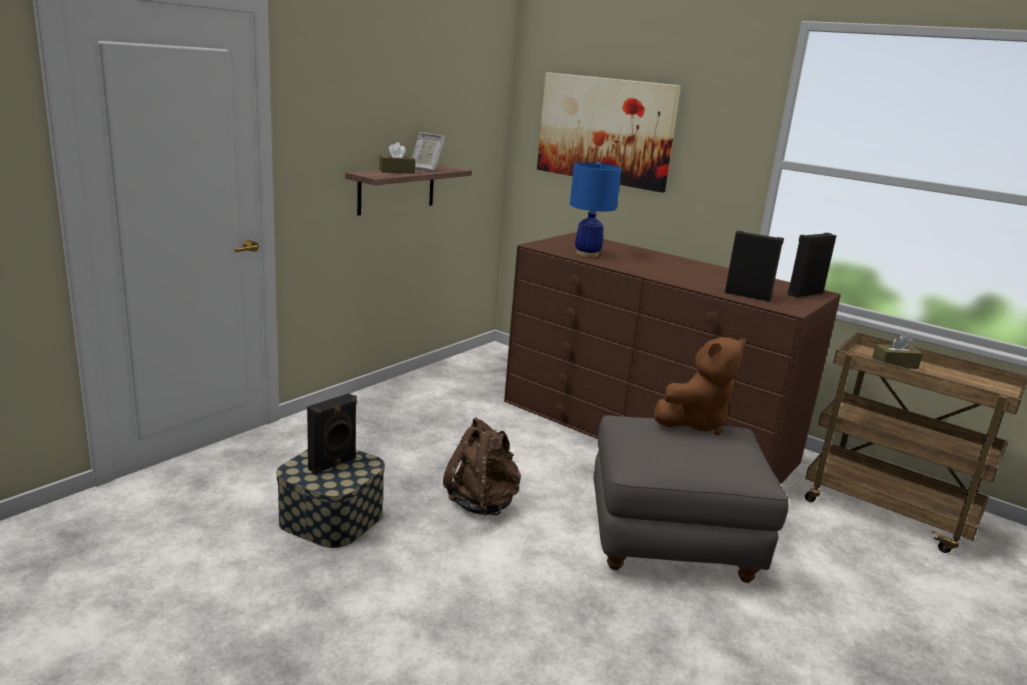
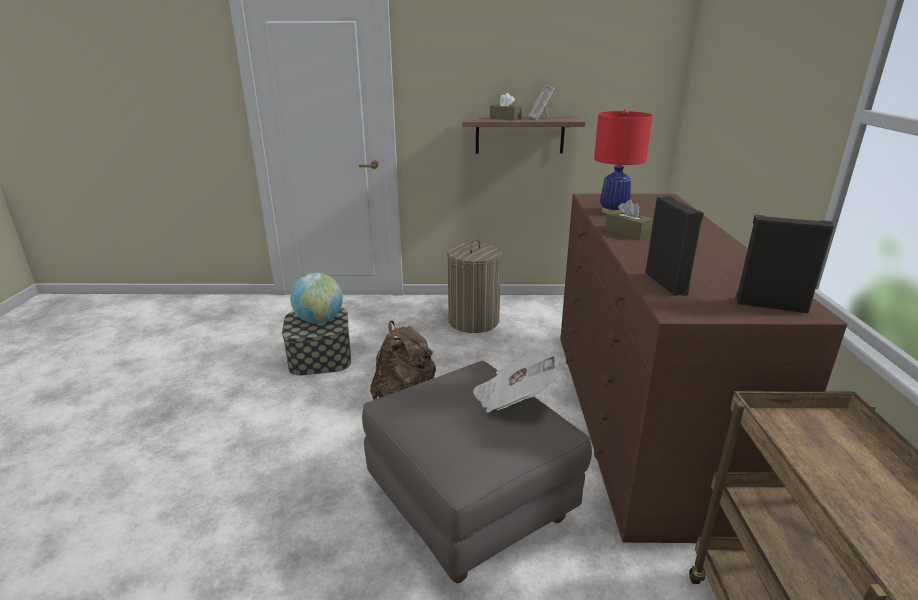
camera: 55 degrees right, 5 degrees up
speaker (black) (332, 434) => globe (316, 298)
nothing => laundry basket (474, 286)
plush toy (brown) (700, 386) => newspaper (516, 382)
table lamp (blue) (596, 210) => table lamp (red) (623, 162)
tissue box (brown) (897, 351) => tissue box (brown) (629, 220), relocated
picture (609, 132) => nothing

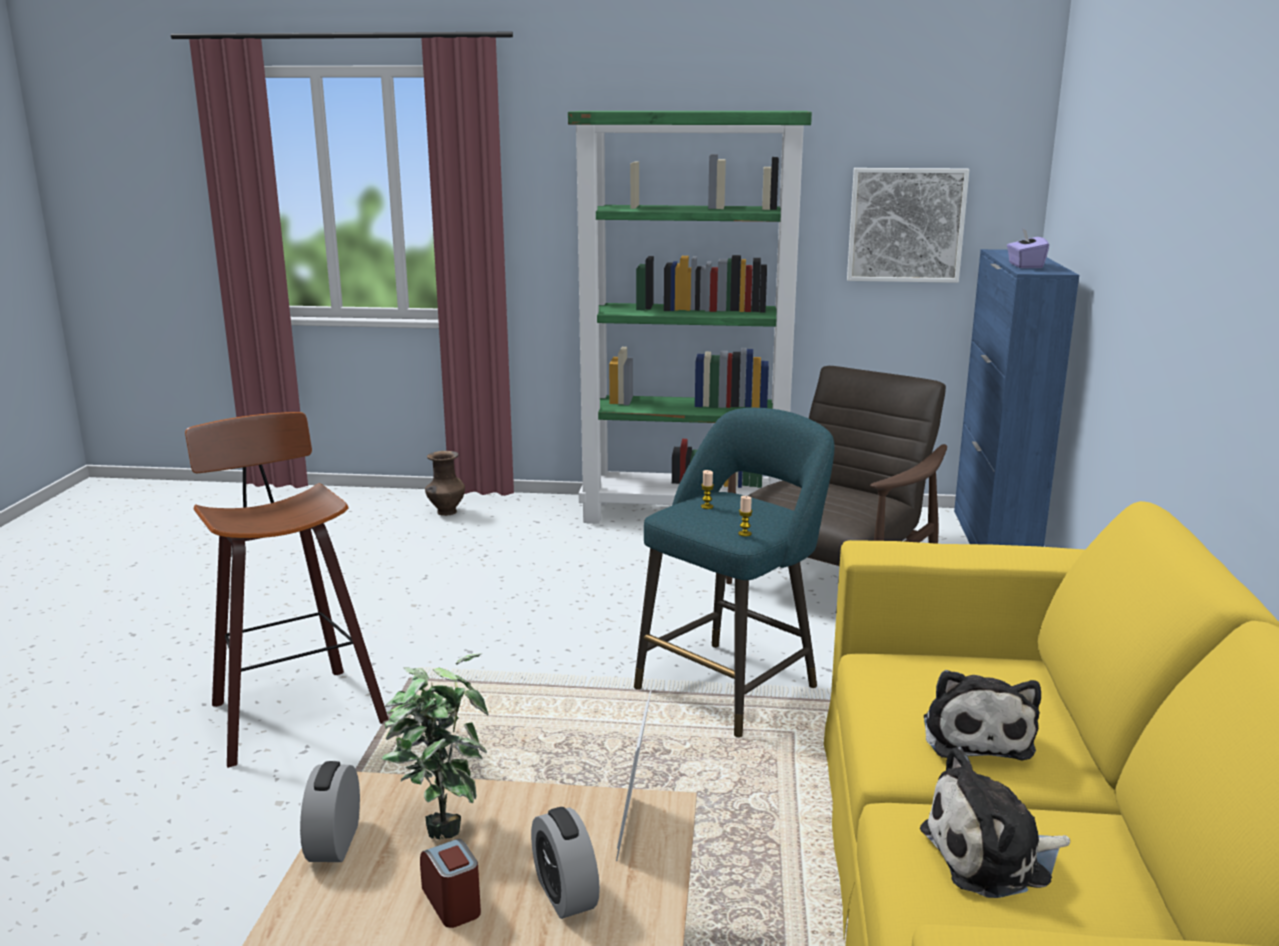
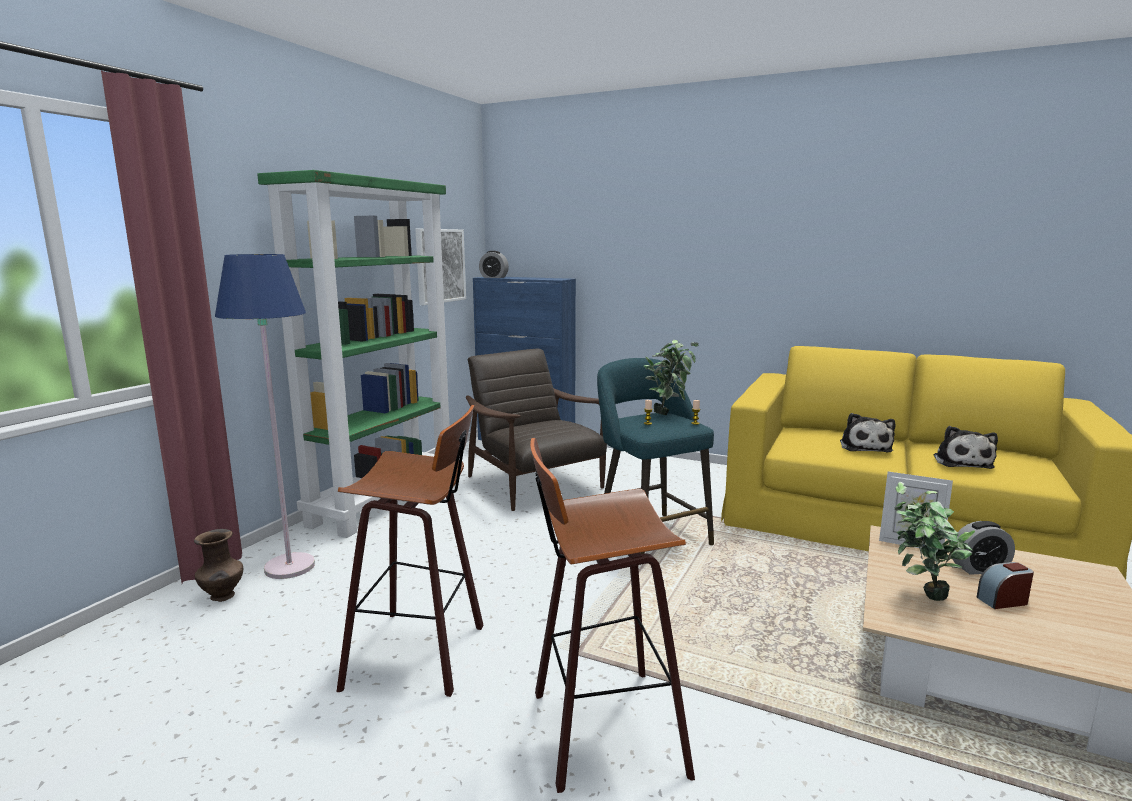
camera: 70 degrees left, 5 degrees down
nothing => floor lamp (blue) (265, 416)
nothing => stool (410, 551)
alarm clock (330, 811) => alarm clock (494, 264), relocated
nothing => potted plant (671, 377)
plush toy (982, 715) => plush toy (867, 433), 75 degrees clockwise
tissue box (purple) (1028, 248) => nothing

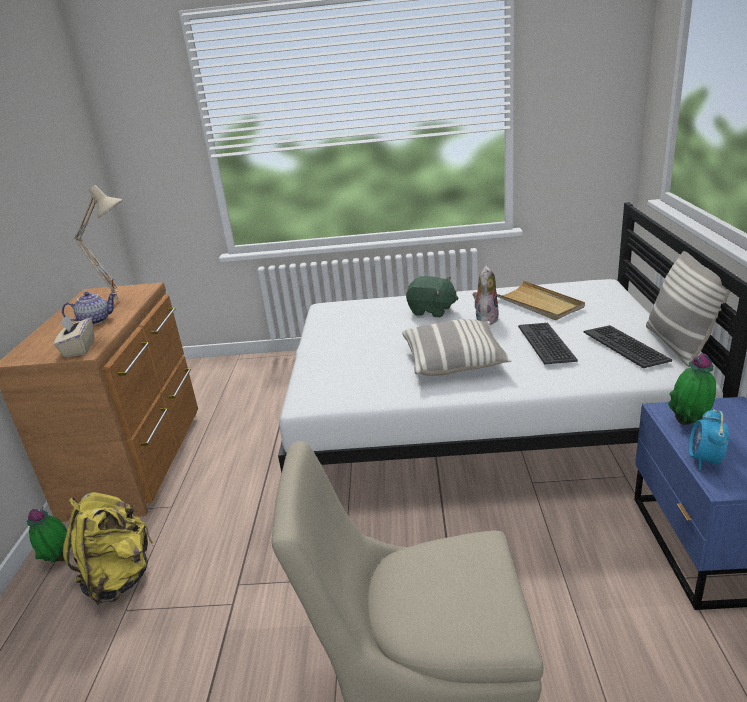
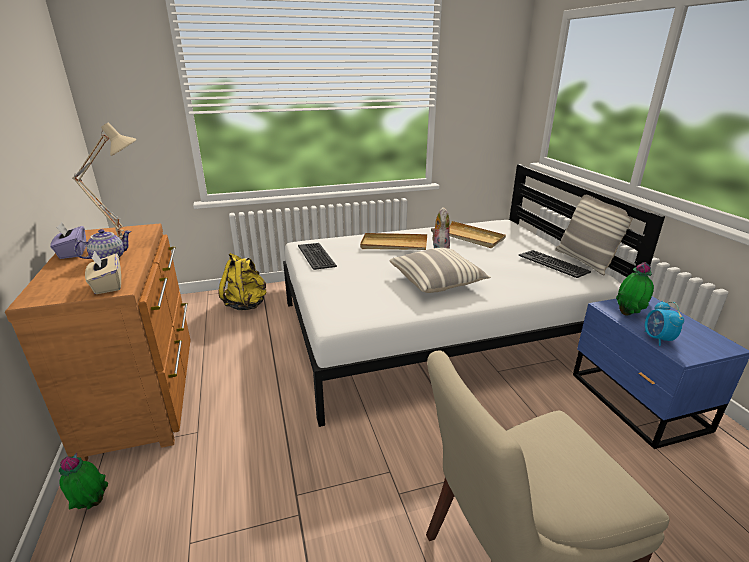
camera: 20 degrees left, 0 degrees up
nothing => tissue box (purple) (68, 240)
backpack (yellow) (108, 548) => backpack (yellow) (242, 281), relocated
keyboard (548, 343) => keyboard (317, 256), relocated
plush toy (green) (432, 296) => tray (beige) (393, 241)

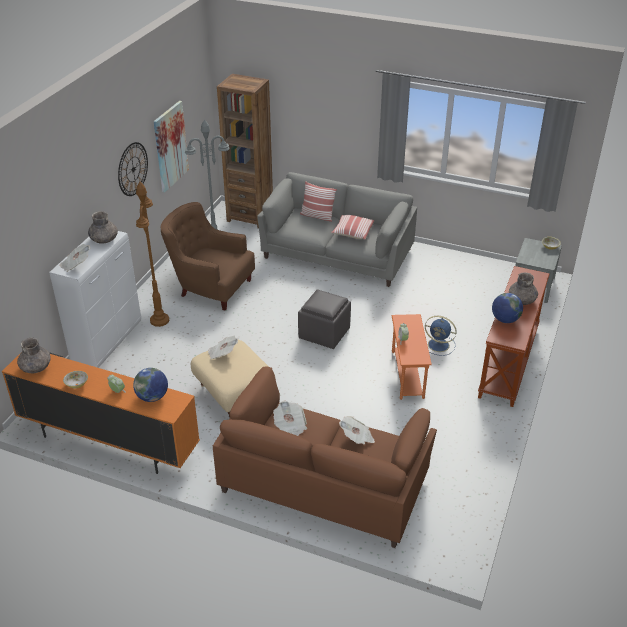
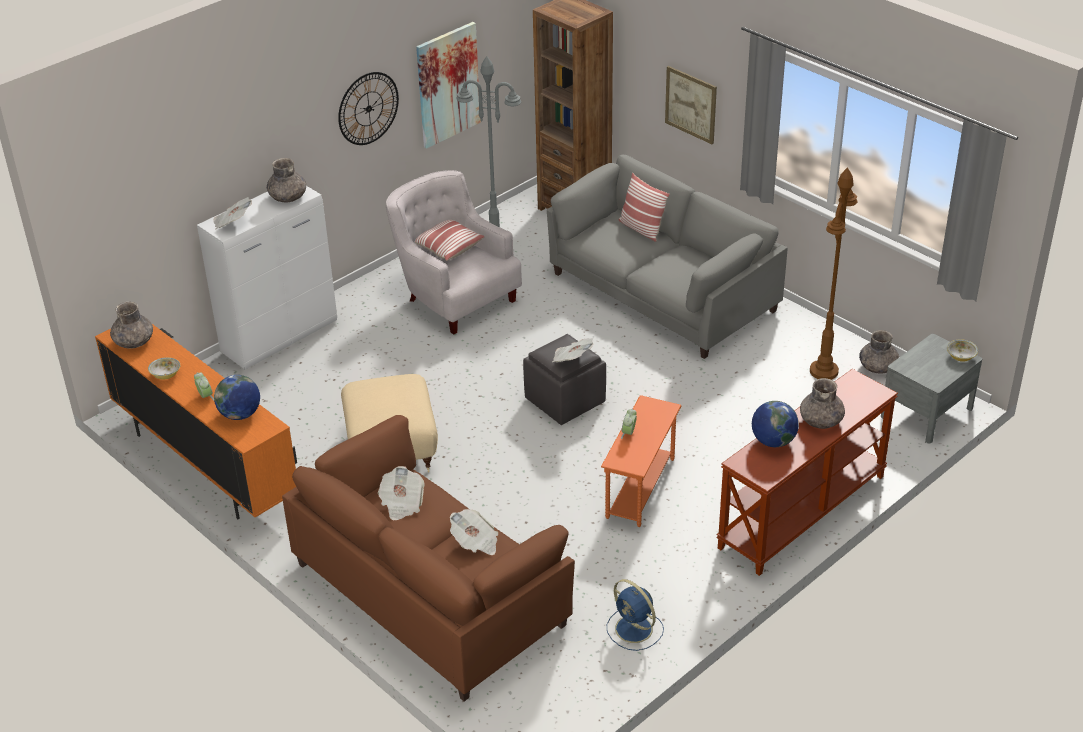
camera: 25 degrees right, 0 degrees up
armchair (brown) (208, 256) => armchair (white) (454, 252)
pillow (352, 227) => pillow (449, 240), relocated
newspaper (223, 348) => newspaper (572, 350), relocated
fan (blue) (441, 336) => fan (blue) (635, 615), relocated
nothing => picture (691, 105)
floor lamp (brown) (152, 254) => floor lamp (brown) (833, 273), relocated
nothing => vase (grey) (879, 352)

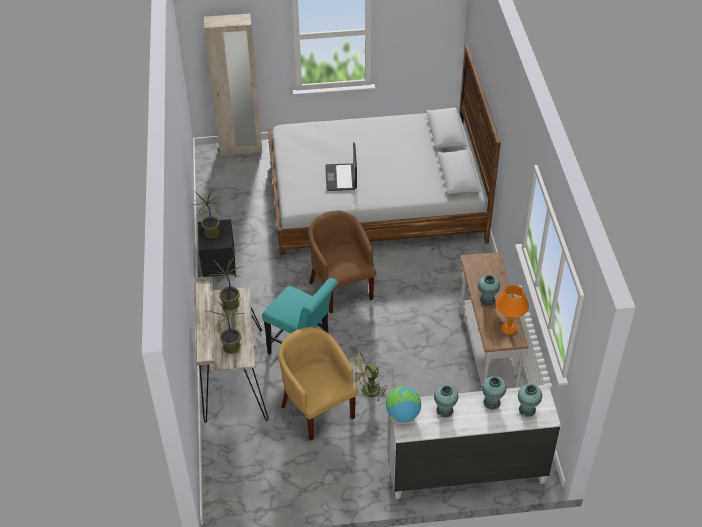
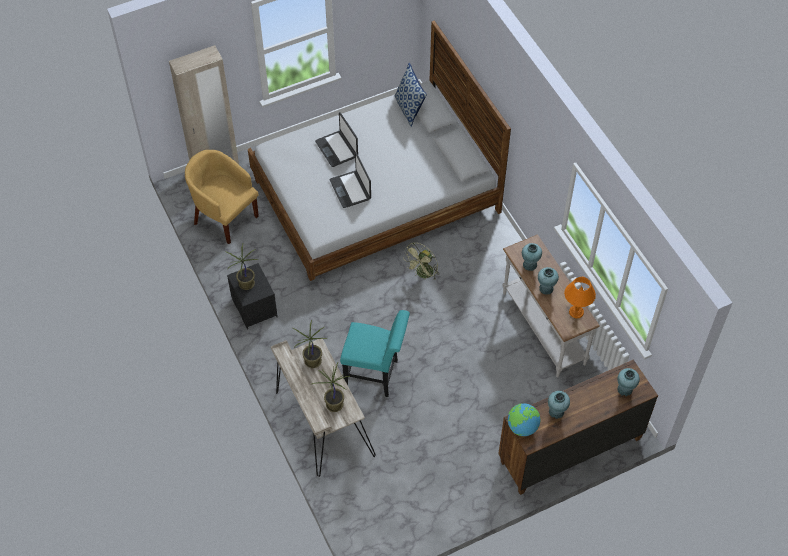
camera: 20 degrees left, 10 degrees up
armchair (yellow) (318, 384) => armchair (yellow) (222, 197), relocated
nothing => laptop (336, 139)
nothing => pillow (411, 95)
fan (green) (368, 377) => fan (green) (421, 261), relocated
dresser (white) (474, 442) => dresser (brown) (578, 427)
vase (turquoise) (494, 393) => vase (turquoise) (532, 257), relocated
armchair (brown) (342, 262) => nothing

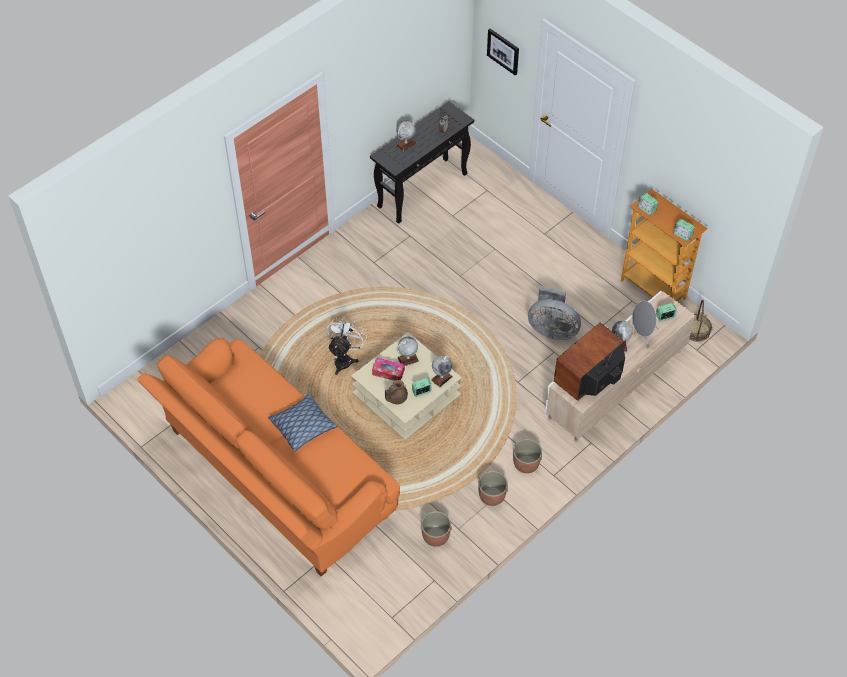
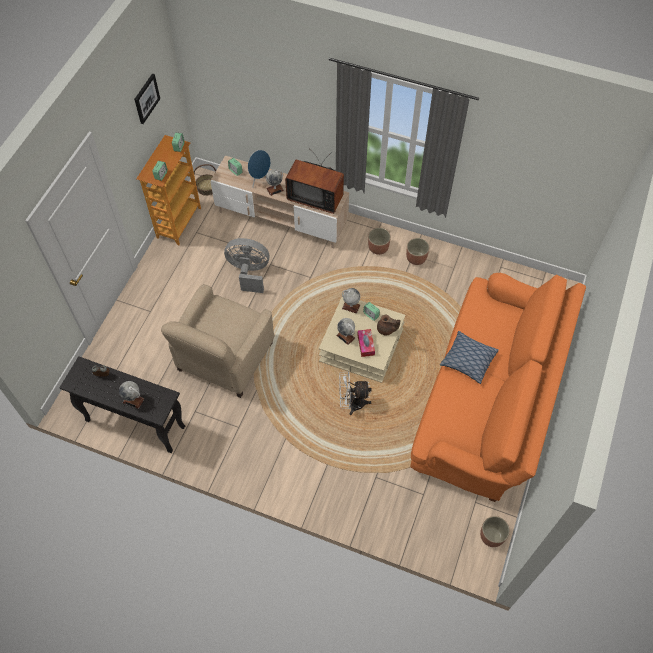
camera: 115 degrees left, 5 degrees up
picture (503, 52) => picture (147, 98), relocated
nothing => armchair (beige) (217, 341)
fan (grey) (554, 313) => fan (grey) (246, 265), 75 degrees counterclockwise
speaker (grey) (645, 324) => speaker (blue) (259, 169)
planter (436, 529) => planter (495, 531), relocated

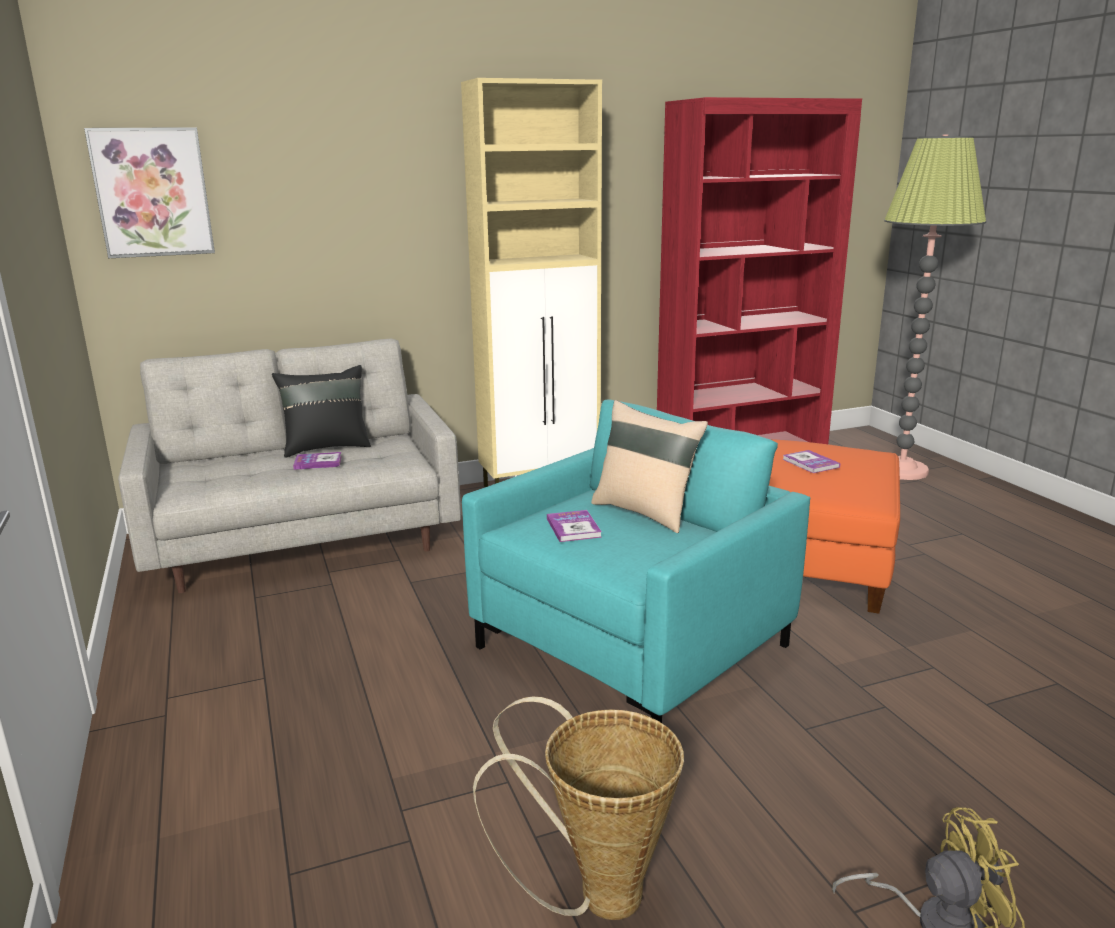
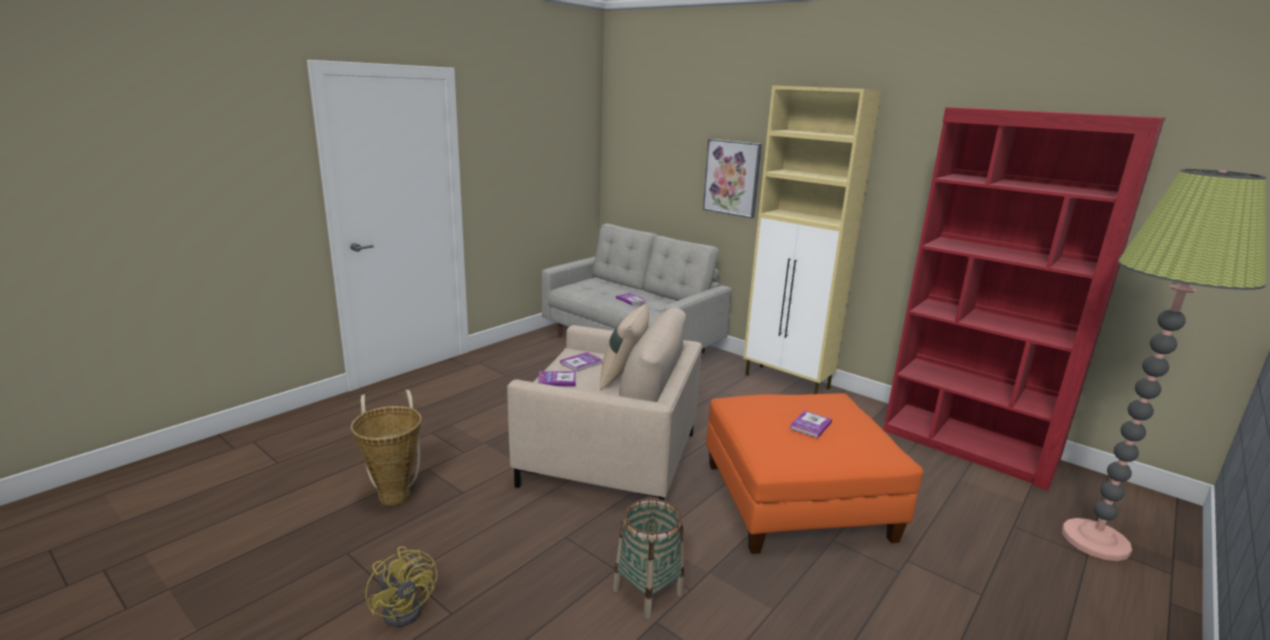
camera: 60 degrees right, 0 degrees up
armchair (turquoise) (636, 561) => armchair (beige) (604, 404)
nothing => book (557, 378)
nothing => basket (648, 558)
picture (149, 192) => picture (732, 178), relocated
pillow (black) (321, 411) => nothing

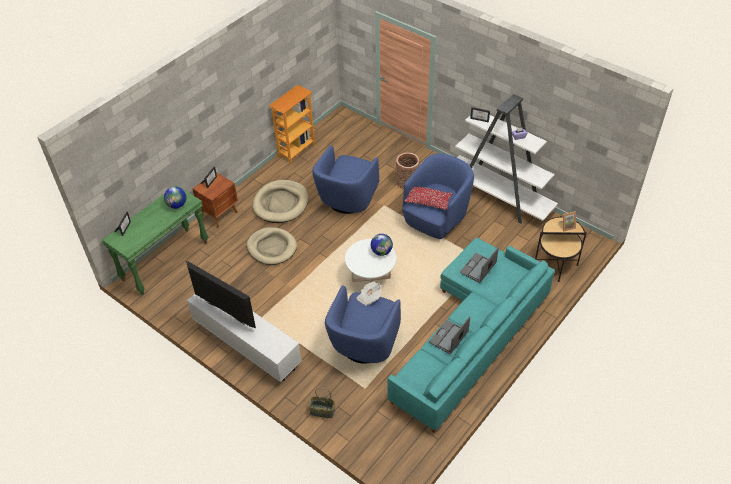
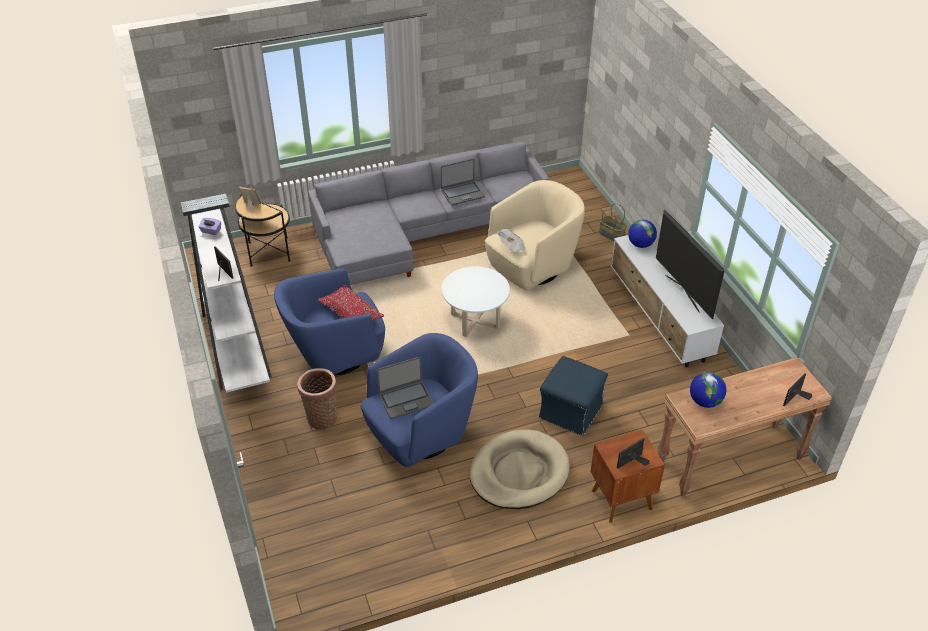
camera: 150 degrees left, 5 degrees down
sofa (turquoise) (471, 335) => sofa (grey) (428, 213)
laptop (479, 265) => laptop (405, 388), relocated
armchair (blue) (363, 324) => armchair (beige) (535, 235)
dog bed (beige) (272, 246) => ottoman (blue) (573, 396)
globe (382, 245) => globe (642, 234), relocated
console table (green) (155, 240) => console table (brown) (744, 427)
bookcase (292, 124) => nothing

